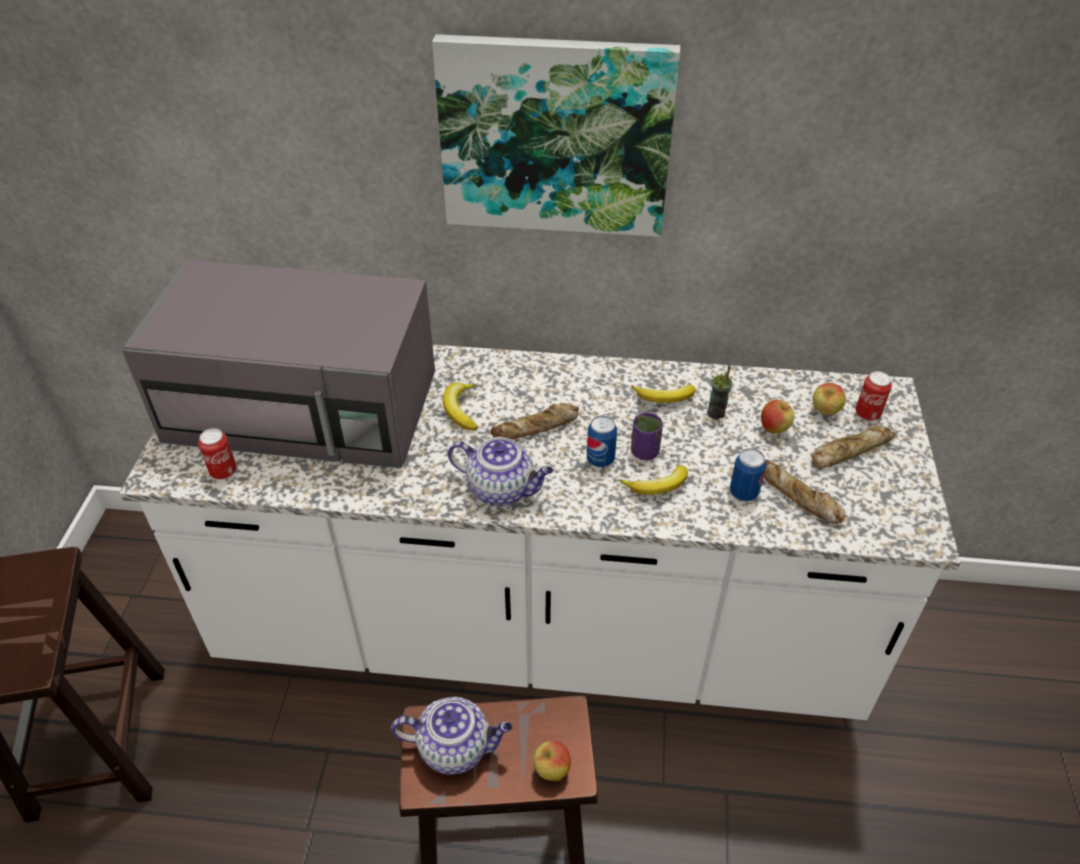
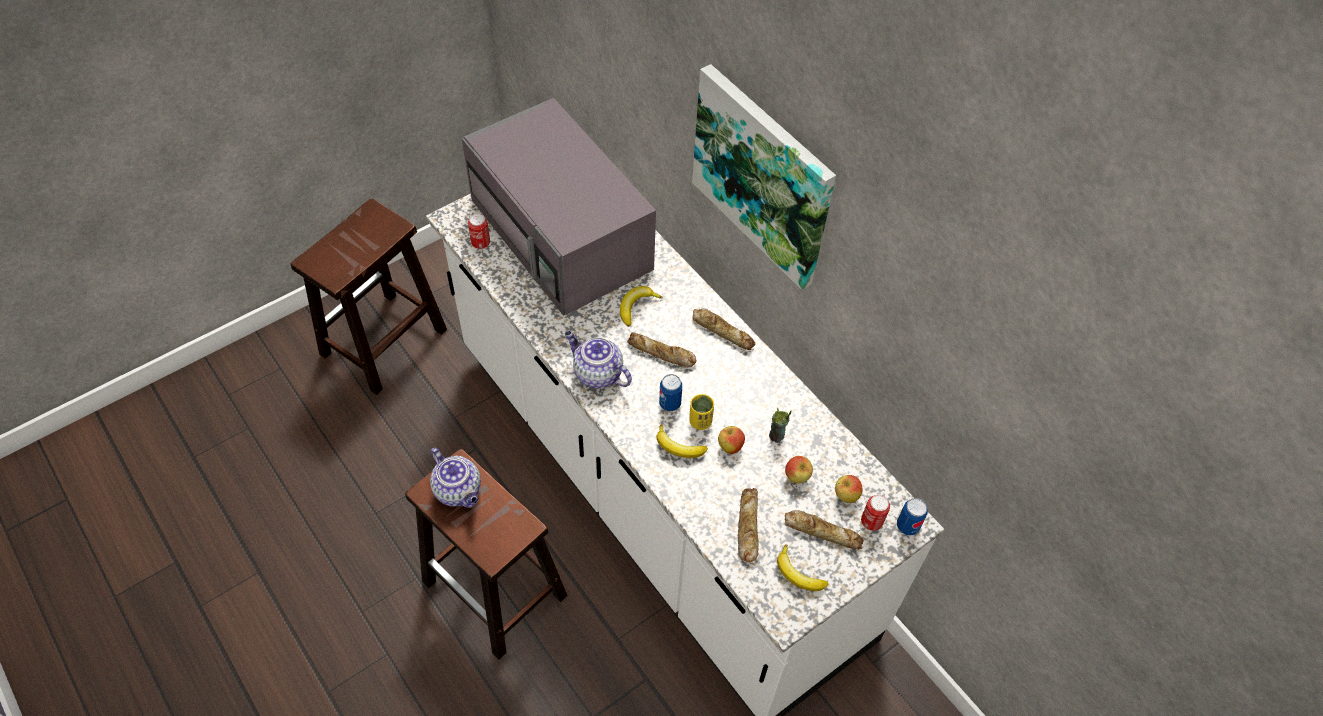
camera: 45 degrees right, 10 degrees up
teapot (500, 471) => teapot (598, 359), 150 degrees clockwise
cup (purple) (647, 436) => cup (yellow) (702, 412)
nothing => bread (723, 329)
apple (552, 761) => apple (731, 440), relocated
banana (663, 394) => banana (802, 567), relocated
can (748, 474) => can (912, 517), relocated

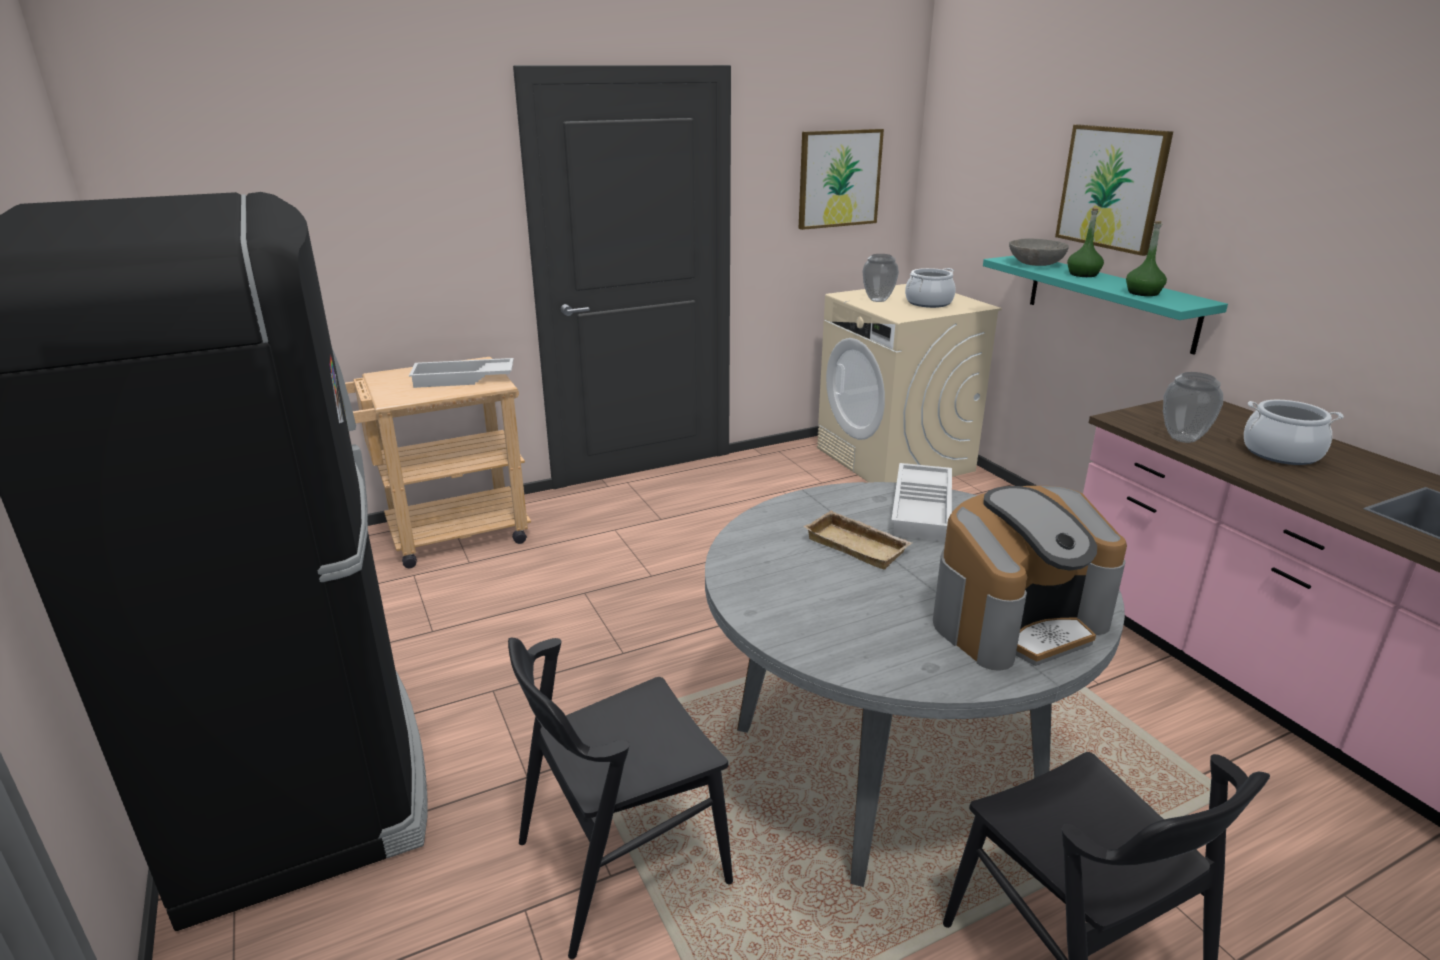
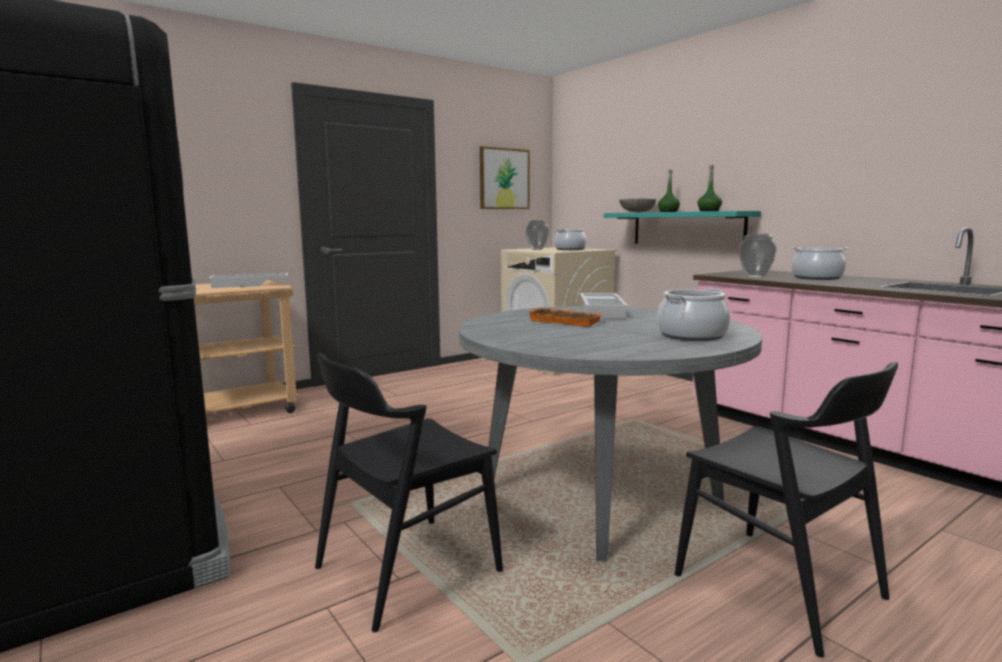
camera: 10 degrees left, 15 degrees down
tray (beige) (857, 540) => tray (orange) (566, 317)
coffee machine (1030, 578) => cooking pot (693, 314)
picture (1114, 190) => nothing

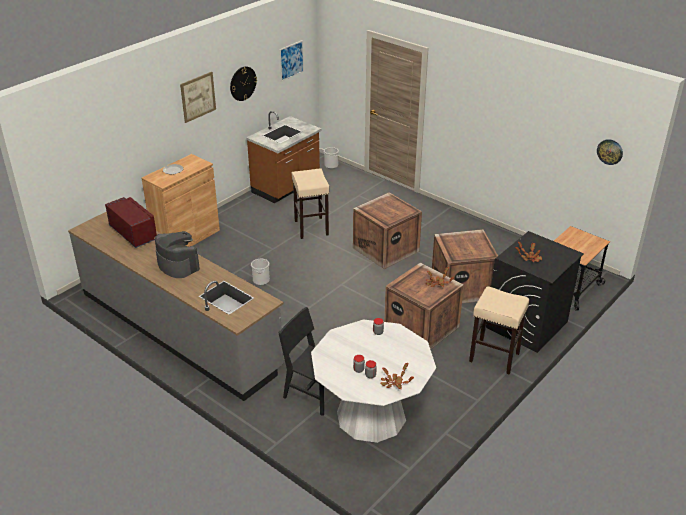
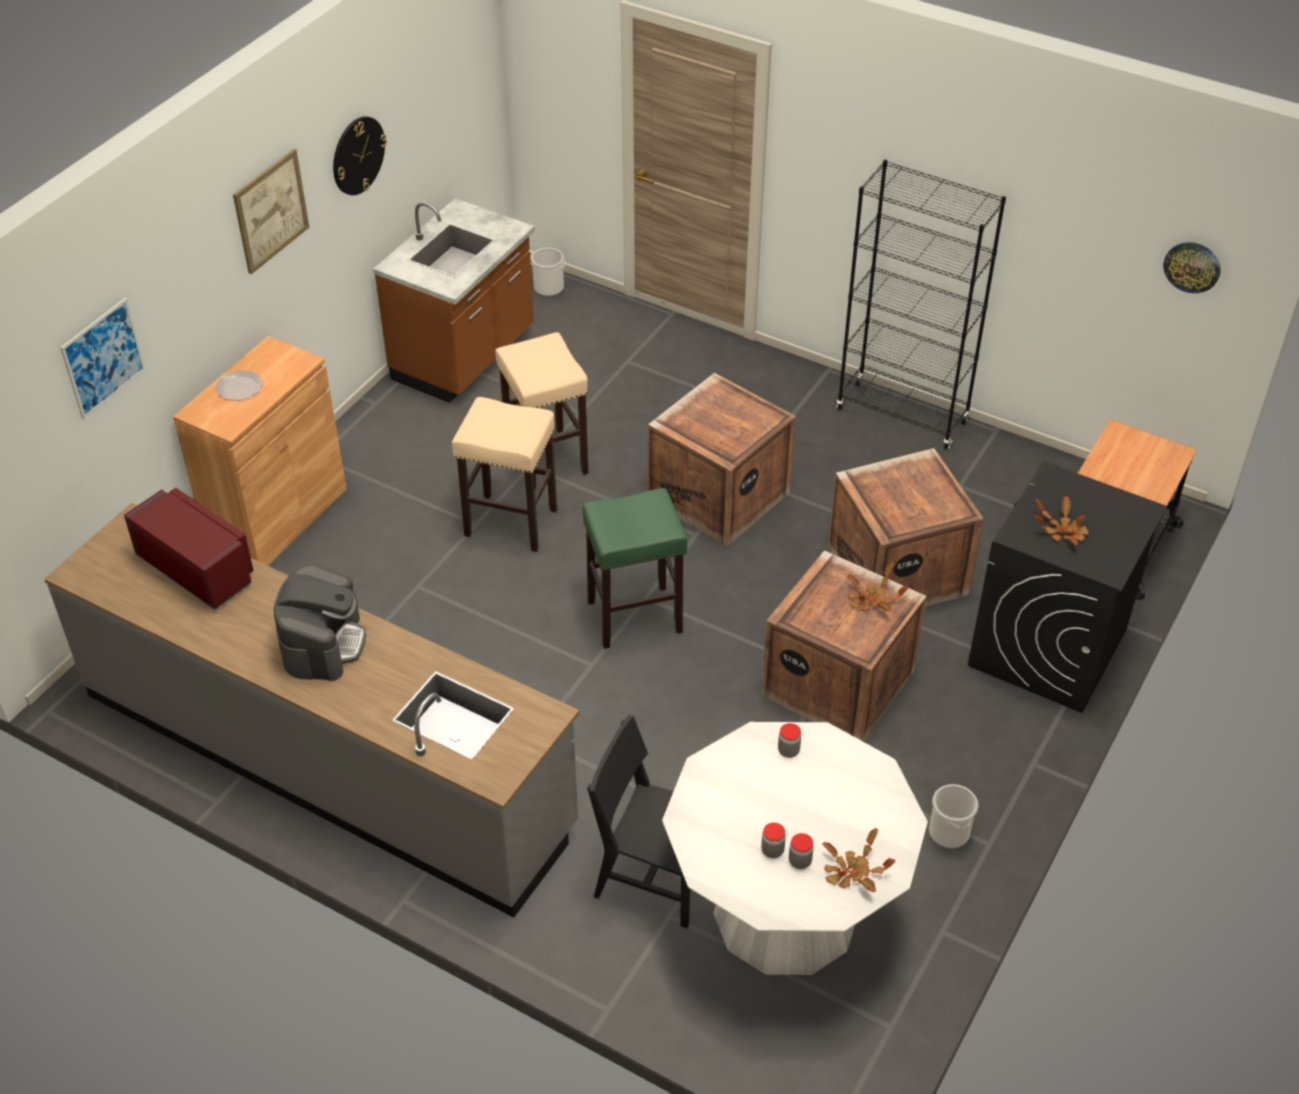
camera: 10 degrees left, 10 degrees up
picture (291, 61) => picture (103, 358), relocated
coffee machine (177, 254) => coffee machine (320, 622), 60 degrees clockwise
stool (beige) (499, 331) => stool (beige) (504, 474), relocated
nothing => stool (green) (635, 568)
nothing => bookcase (black) (921, 304)
bucket (260, 272) => bucket (953, 816), relocated

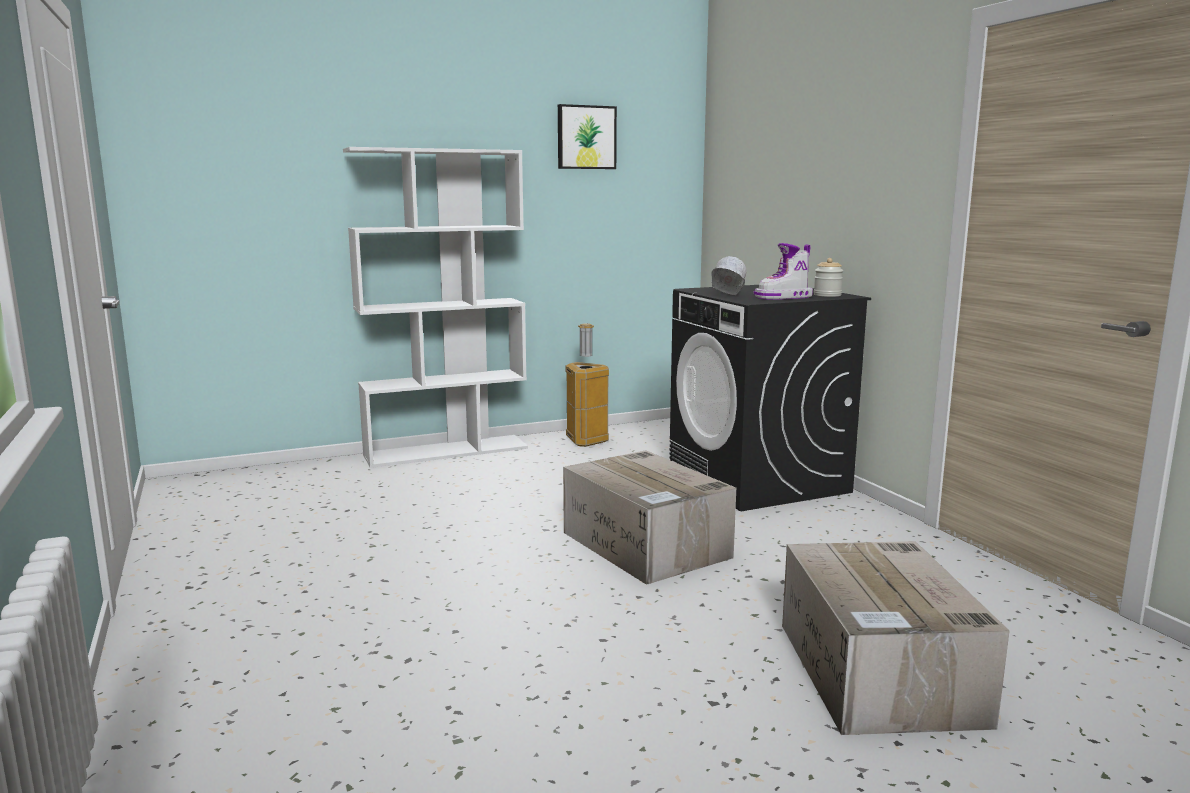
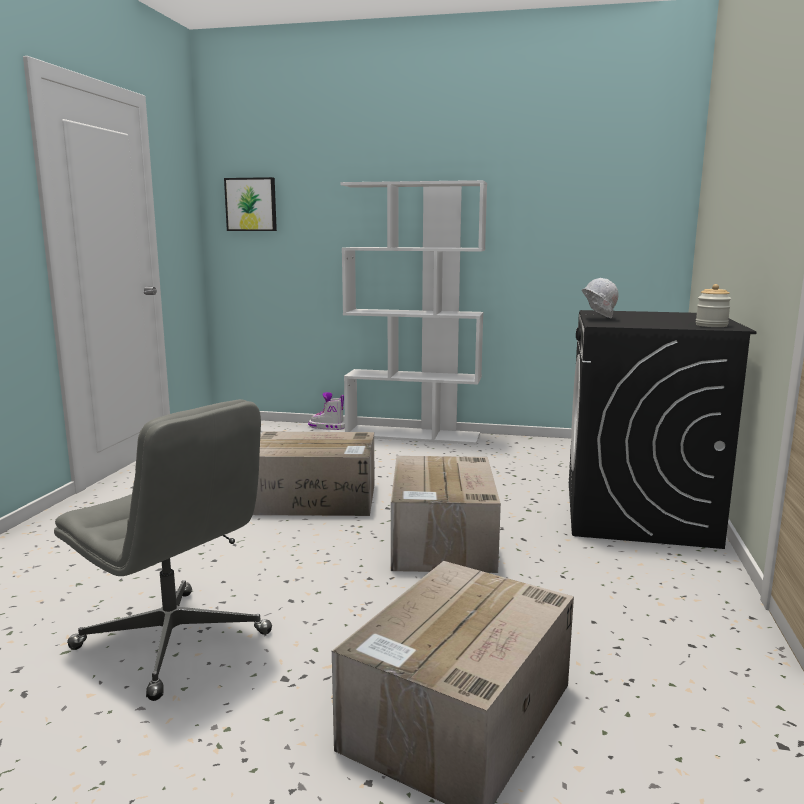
camera: 35 degrees right, 0 degrees up
nothing => office chair (grey) (163, 550)
picture (587, 136) => picture (250, 204), relocated
nothing => cardboard box (314, 473)
boot (783, 271) => boot (326, 411), relocated
trash can (587, 385) => nothing

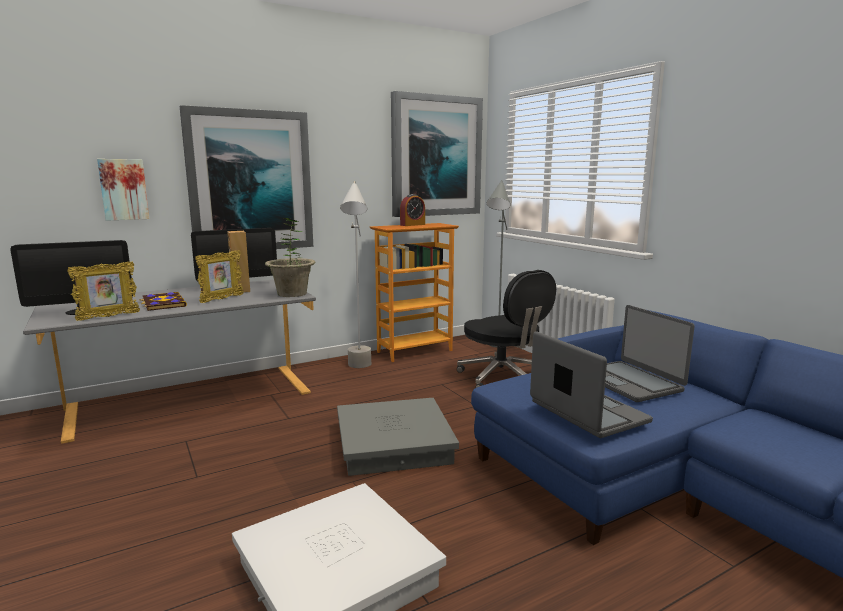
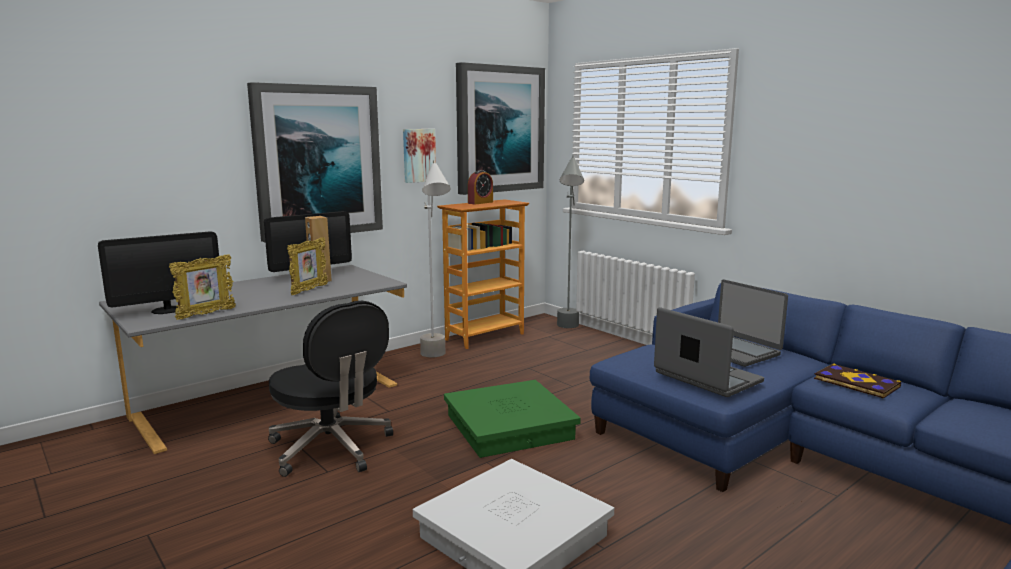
camera: 10 degrees left, 0 degrees up
office chair (black) (506, 329) => office chair (black) (330, 389), relocated
picture (123, 190) => picture (419, 156), relocated
storage box (grey) (398, 437) => storage box (green) (512, 419)
book (163, 301) => book (857, 381), relocated
potted plant (290, 257) => nothing

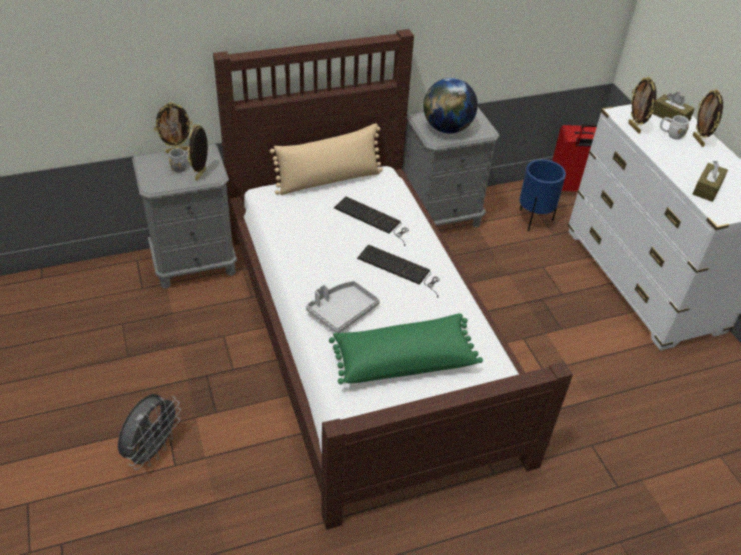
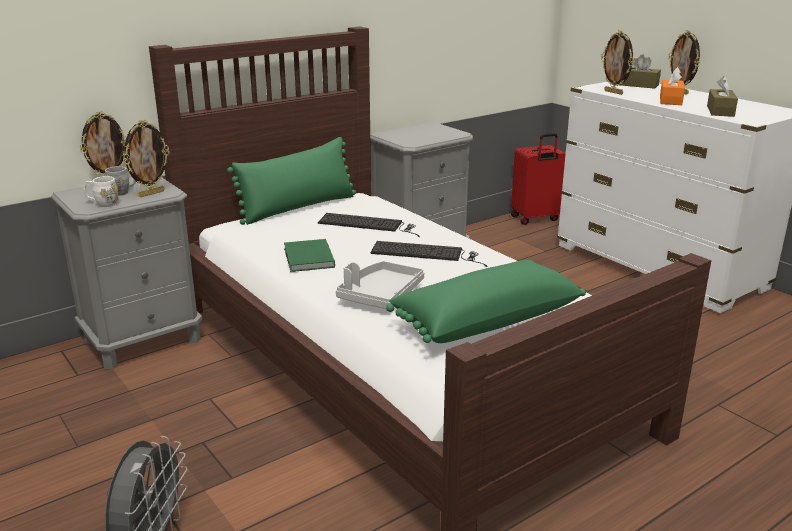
camera: 15 degrees left, 20 degrees down
mug (white) (674, 128) => mug (white) (100, 191), relocated
picture frame (198, 152) => picture frame (146, 158), 135 degrees counterclockwise
pillow (beige) (326, 159) => pillow (green) (291, 181)
nothing => book (green) (309, 255)
nothing => tissue box (orange) (672, 86)
globe (450, 105) => nothing
planter (blue) (542, 195) => nothing

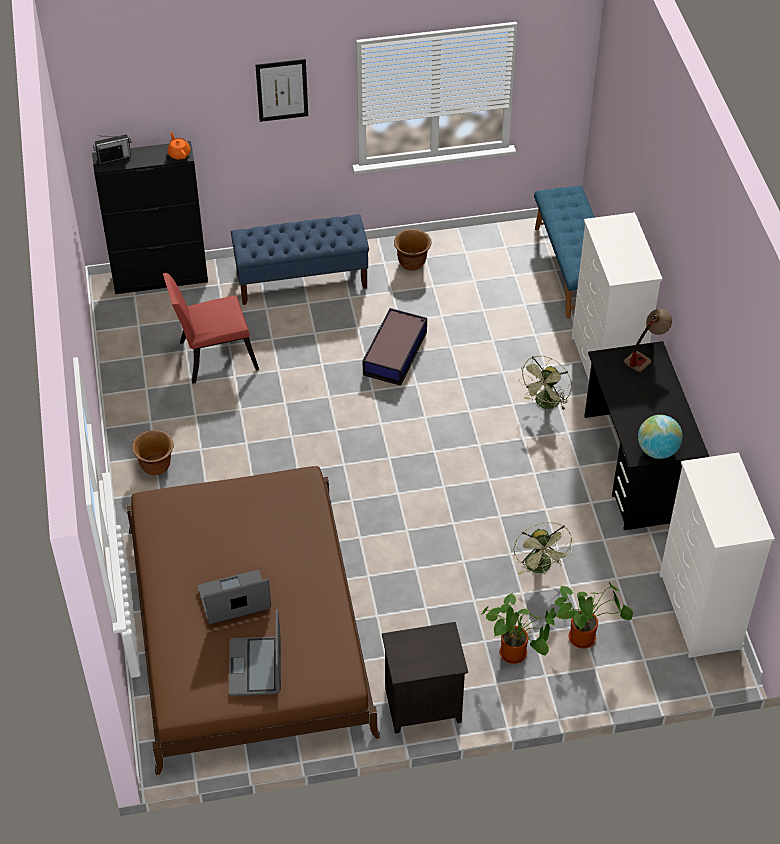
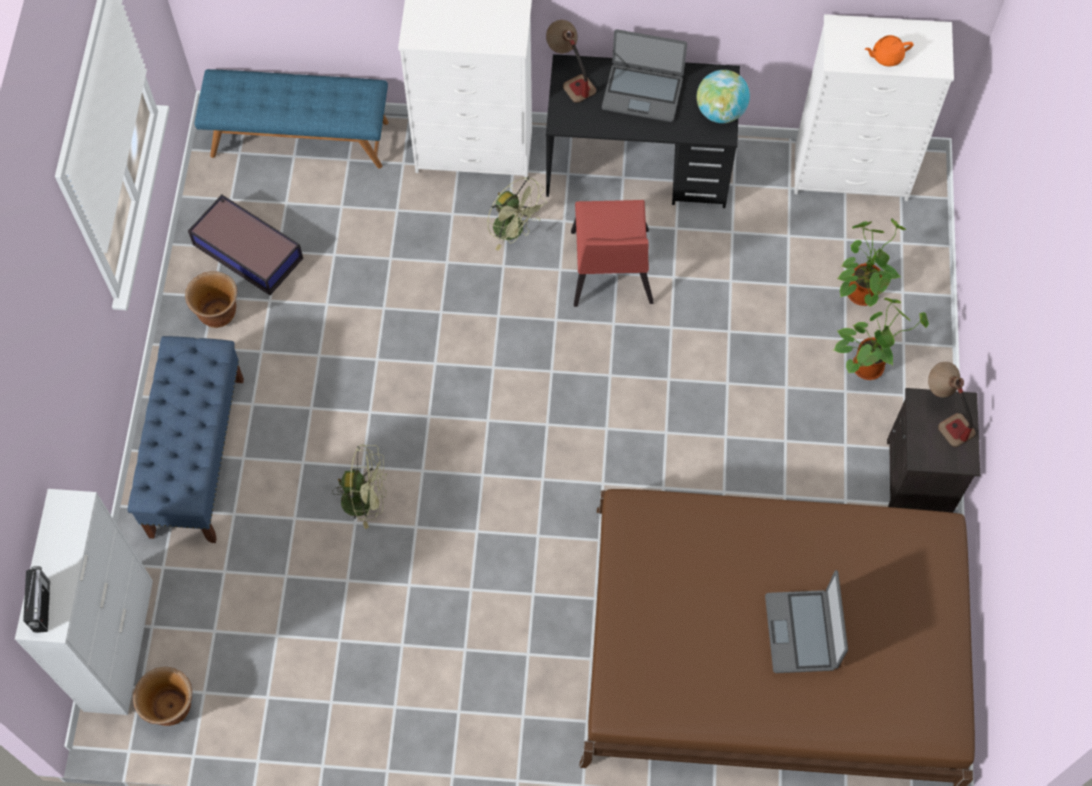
camera: 75 degrees left, 15 degrees up
cabinet (black) (150, 217) => cabinet (white) (84, 602)
planter (brown) (153, 452) => planter (brown) (162, 696), relocated
storage box (395, 347) => storage box (245, 245), relocated
fan (green) (543, 548) => fan (green) (359, 486), relocated
chair (red) (211, 328) => chair (red) (612, 253), relocated
laptop (255, 652) => laptop (644, 75), relocated
teapot (orange) (178, 146) => teapot (orange) (889, 51), relocated
nothing => table lamp (952, 404)
picture (282, 90) => nothing

